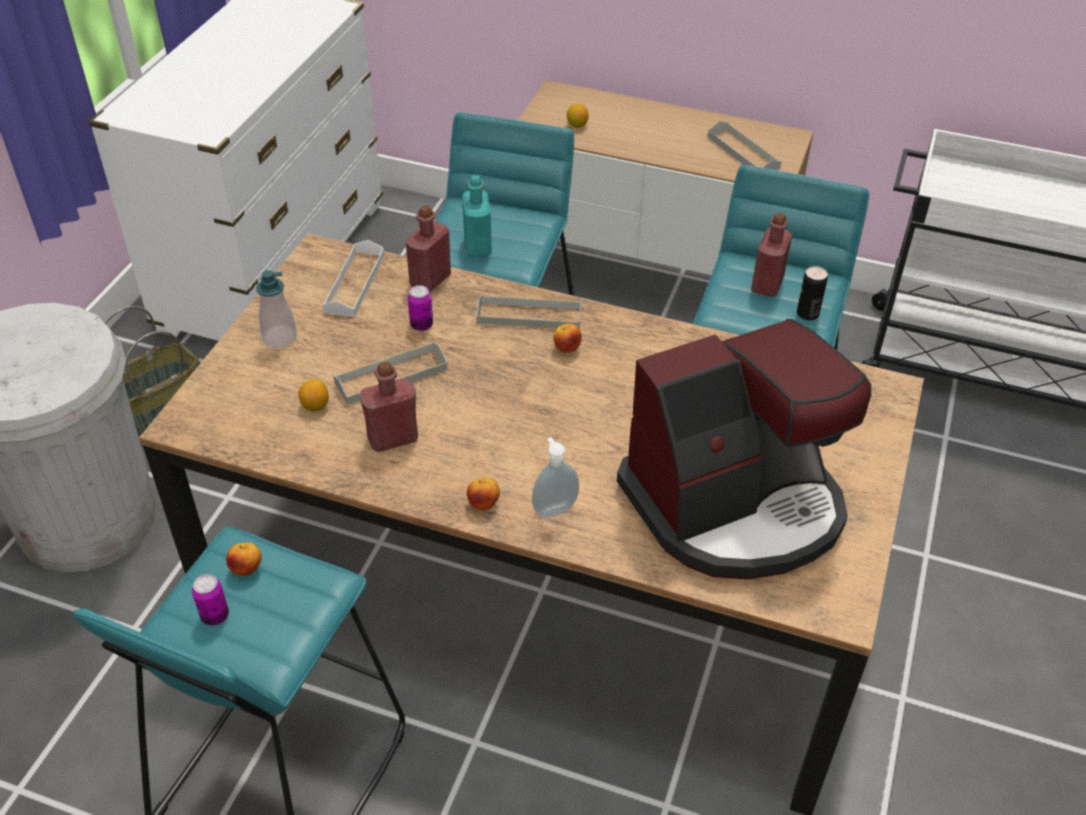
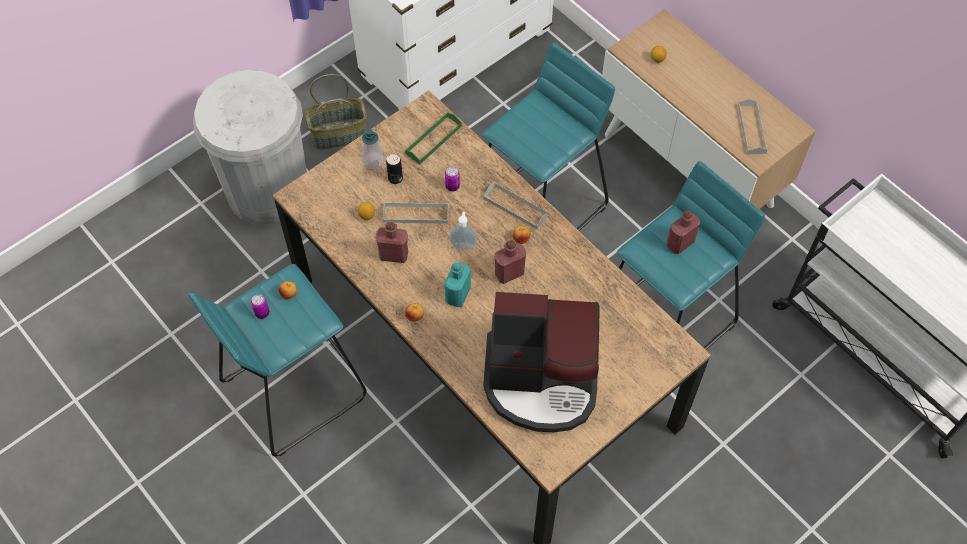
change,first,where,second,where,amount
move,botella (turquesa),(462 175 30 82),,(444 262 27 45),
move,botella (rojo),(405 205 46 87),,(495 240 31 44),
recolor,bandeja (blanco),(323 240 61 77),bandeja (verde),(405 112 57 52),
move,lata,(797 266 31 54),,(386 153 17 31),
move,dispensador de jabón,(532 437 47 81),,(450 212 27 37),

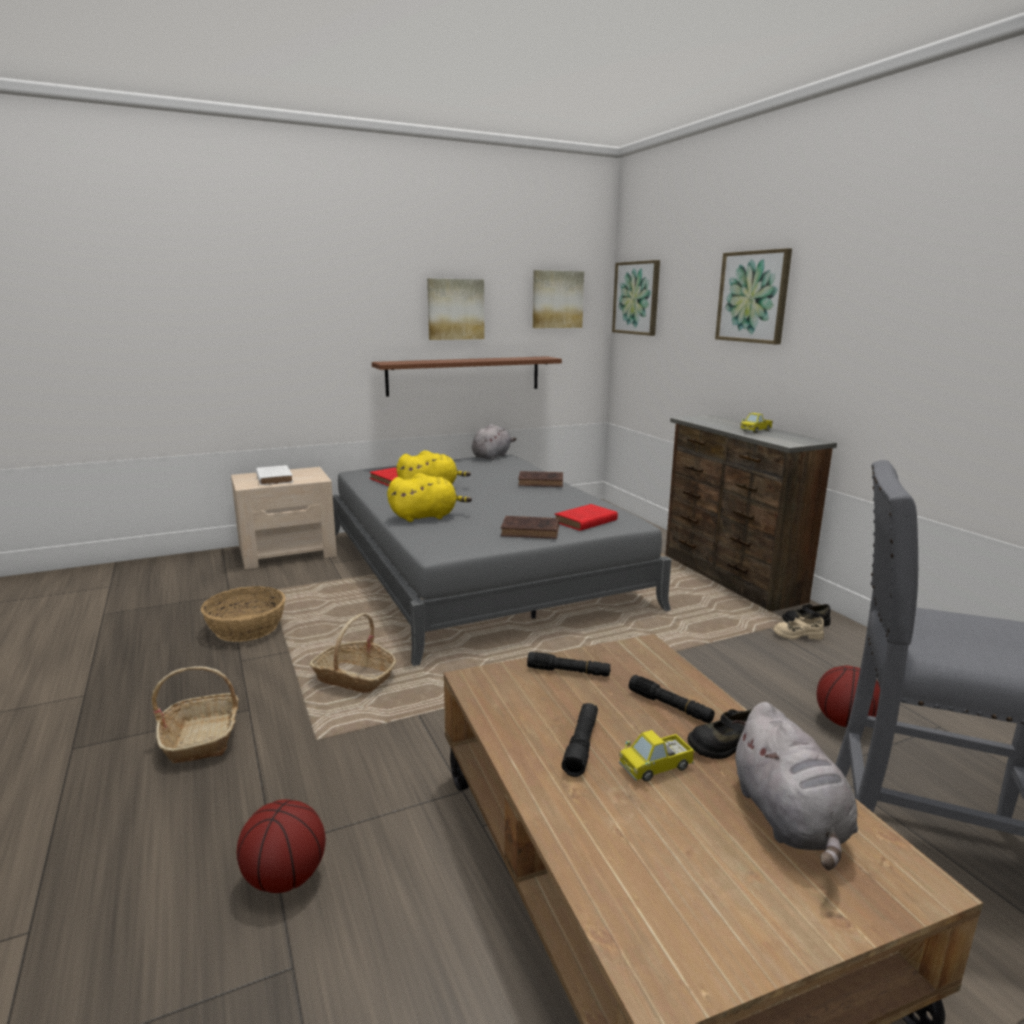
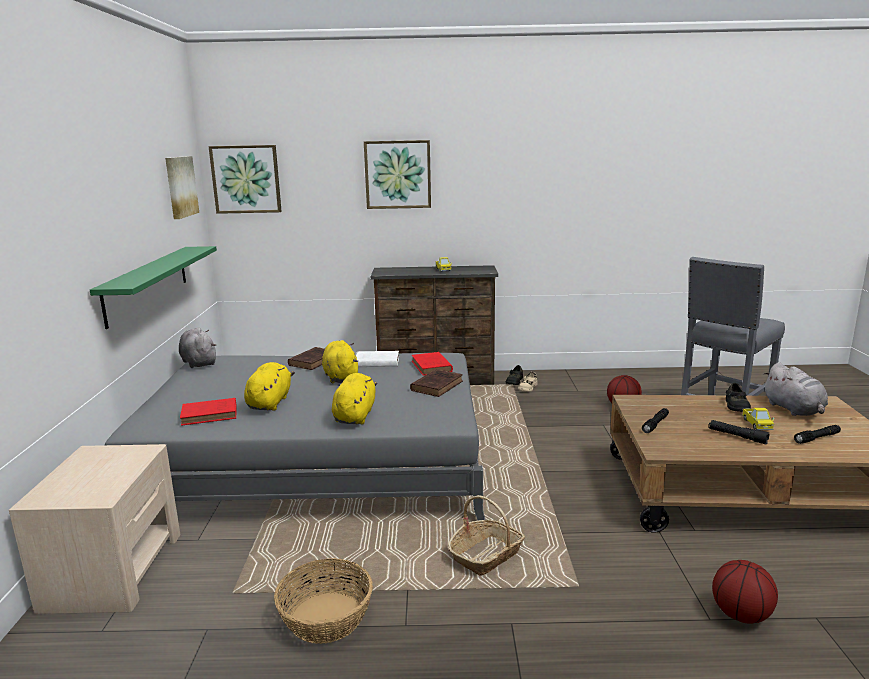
change,first,where,second,where,amount
delete,cuadro,(427 279 57 61),,,
recolor,estante (marrón),(372 356 190 41),estante (verde),(90 246 127 83),
move,libro (blanco),(256 465 37 20),,(356 351 43 16),
delete,cesta,(152 666 87 97),,,
move,linterna (negro),(629 675 86 48),,(794 425 47 19),
rotate,peluche (gris),(732 702 126 168),,(763 362 65 54),60 degrees clockwise
insert,,,peluche (amarillo),(322 340 36 44),

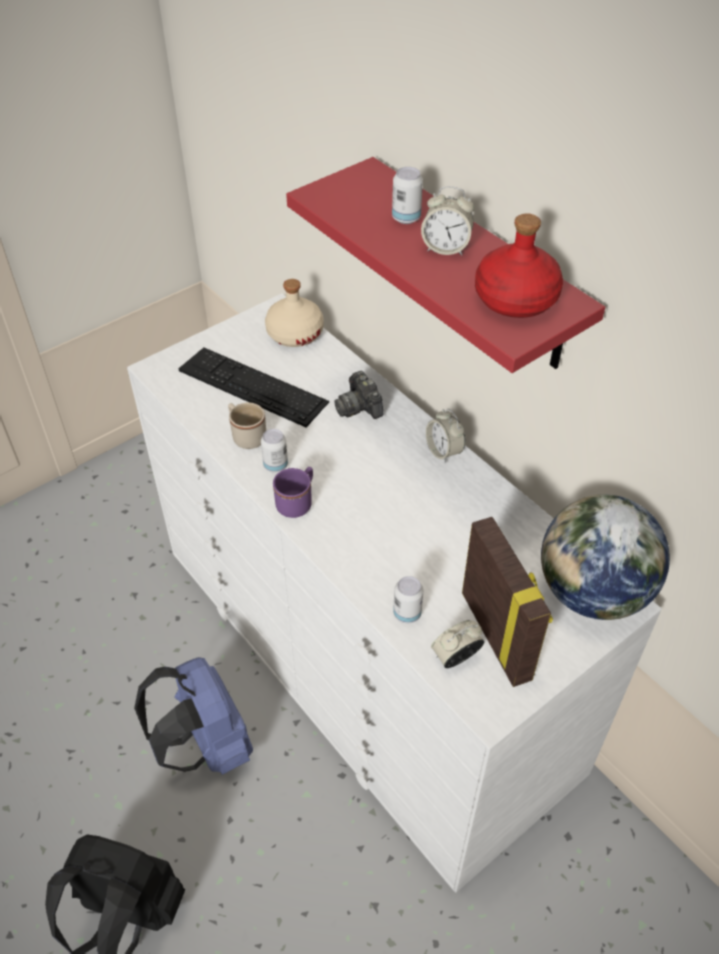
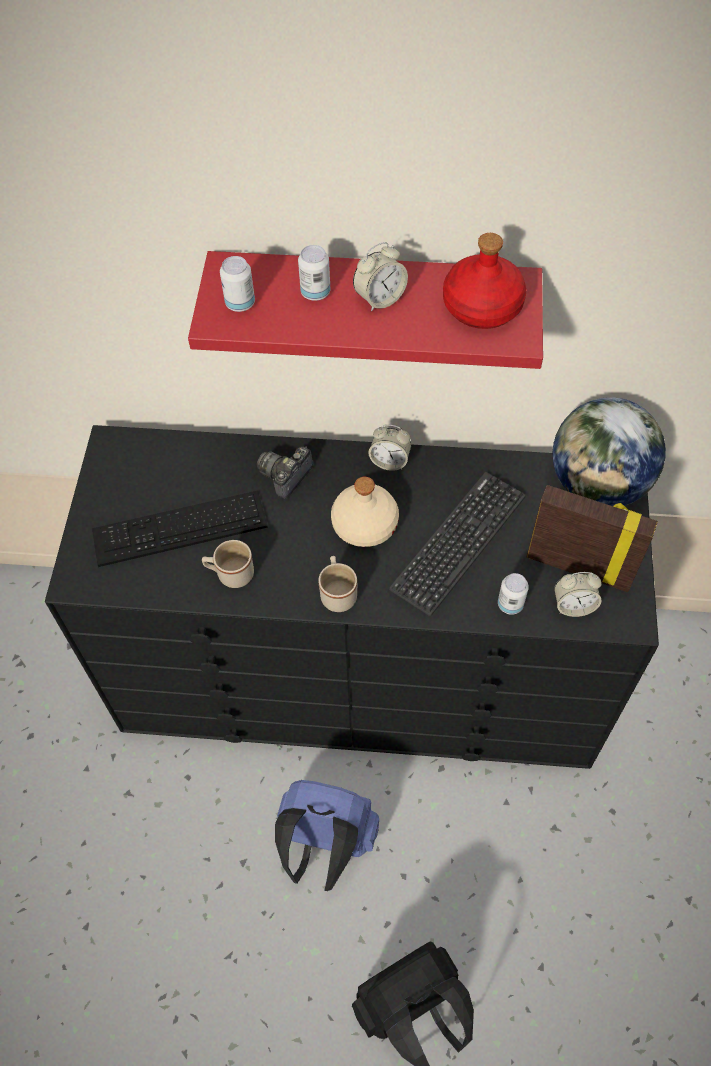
change,first,where,second,where,amount
move,botella (beis),(265 279 59 68),,(331 477 68 70),
recolor,cómoda (blanco),(127 293 535 600),cómoda (negro),(45 425 614 344),
rotate,cámara,(334 371 49 48),,(257 446 56 53),105 degrees clockwise
move,lata,(261 429 27 44),,(220 256 35 56),
recolor,taza grande (morado),(273 467 40 51),taza grande (beis),(318 556 39 56),
rotate,despertador,(431 620 53 48),,(554 572 48 45),105 degrees counterclockwise
insert,,,teclado,(389 472 137 144),

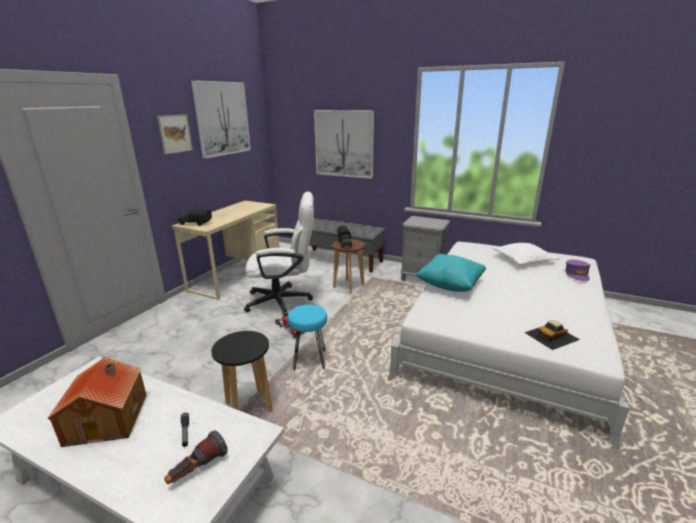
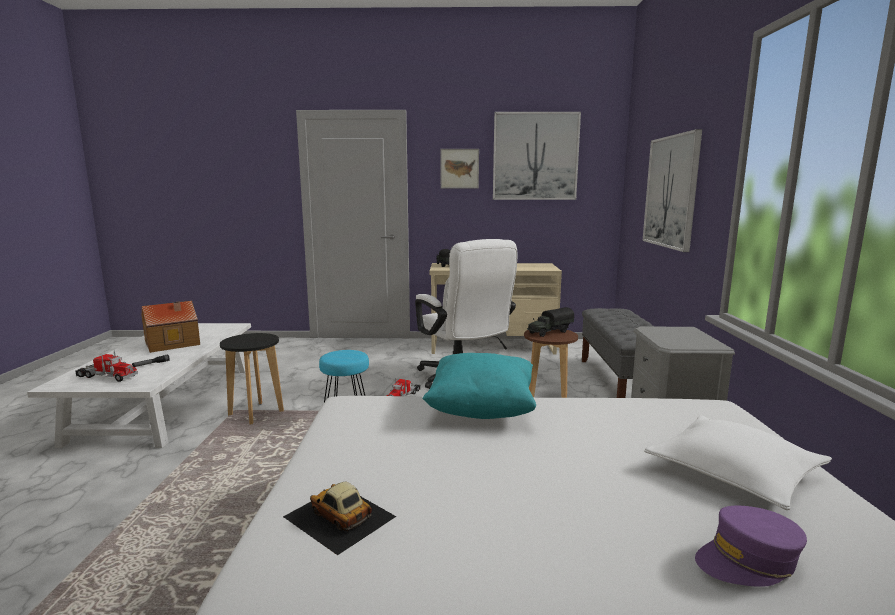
change,first,where,second,where,amount
replace,linterna,(164 430 64 54),camión de juguete,(75 350 63 32),

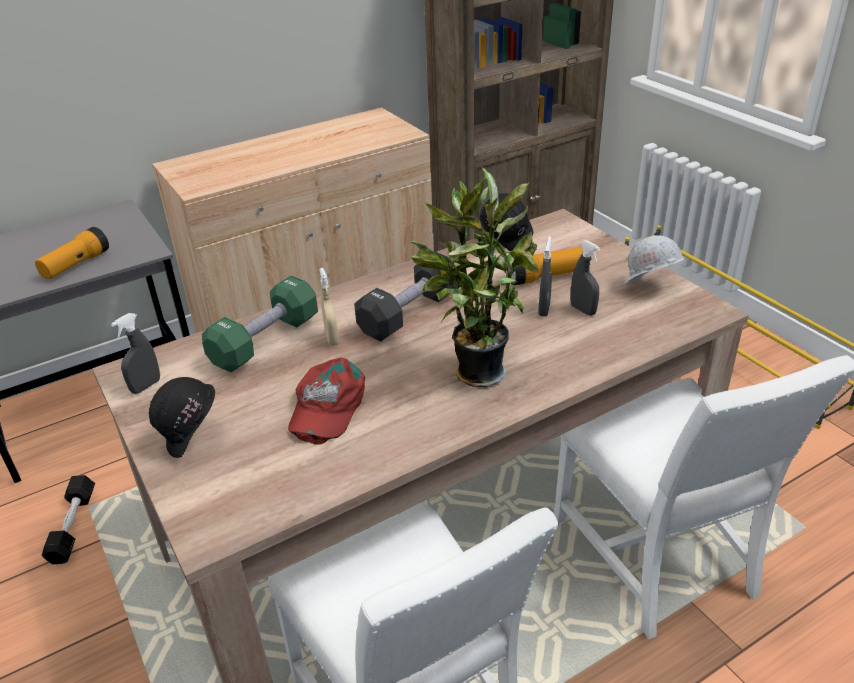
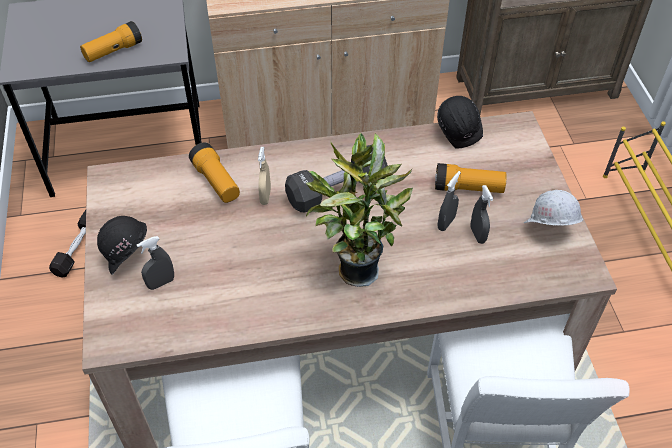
change,first,where,second,where,amount
replace,mancuerna (verde),(202 276 116 96),linterna,(189 142 51 61),
move,pulverizador (gris),(111 313 49 81),,(136 236 38 54),
delete,gorra (rojo),(288 357 77 88),,,

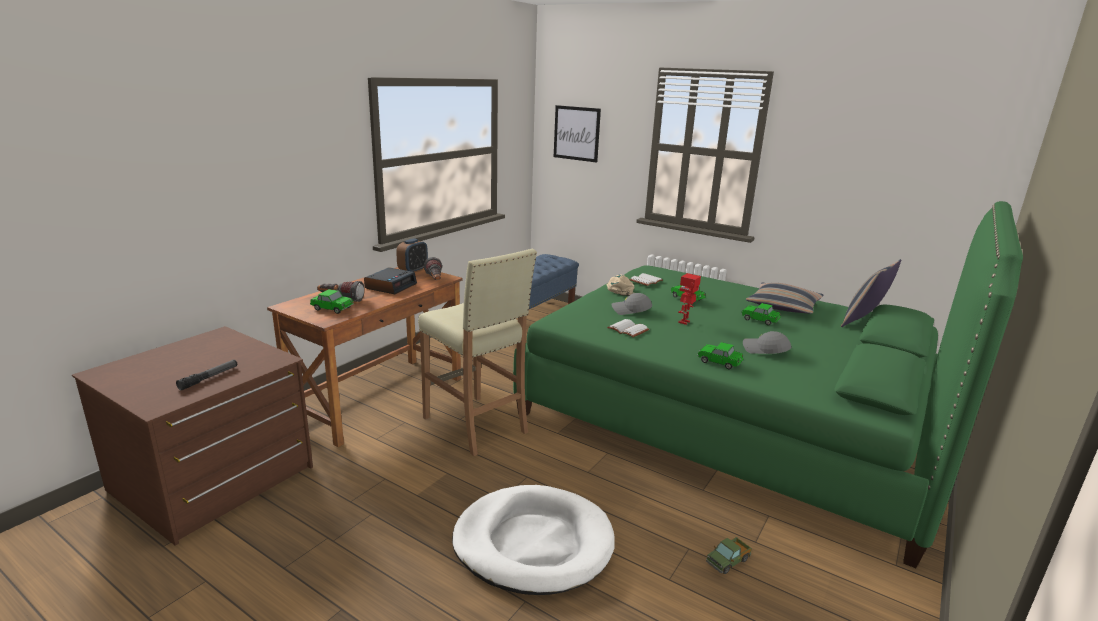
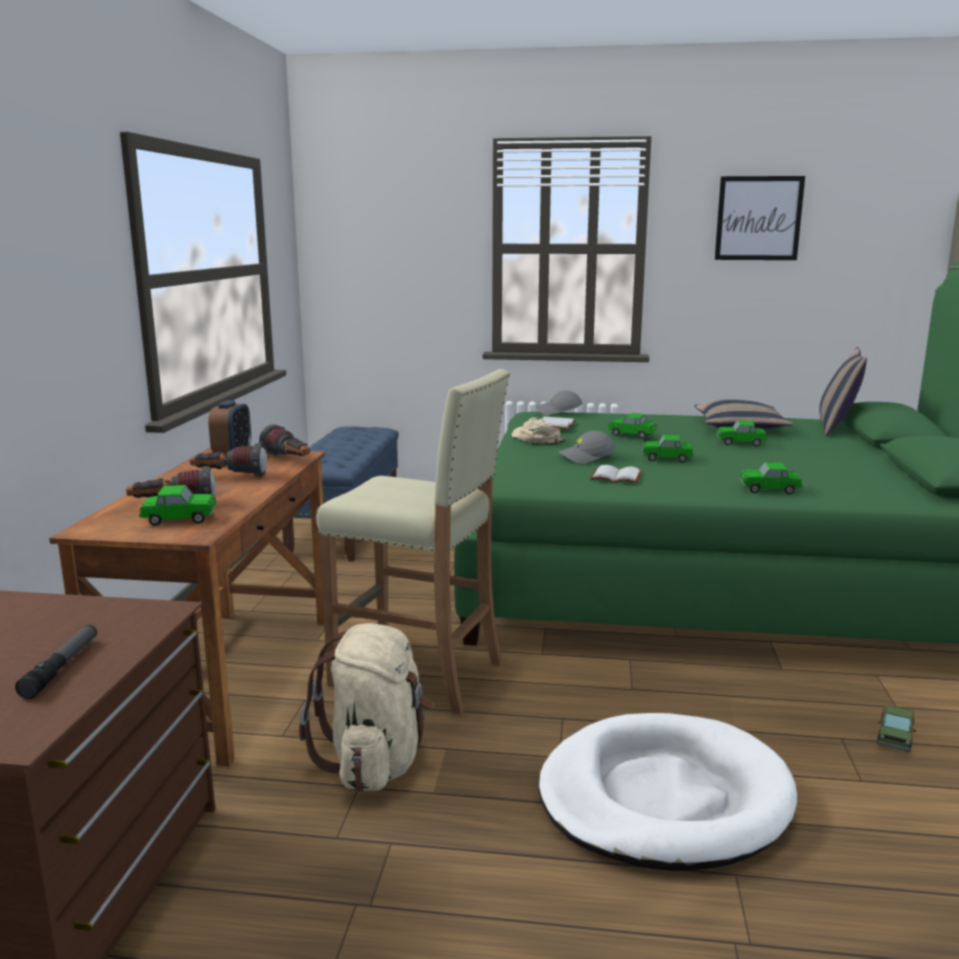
change,first,where,second,where,amount
move,cuadro,(554 105 47 58),,(715 176 90 84),
replace,despertador,(364 267 53 27),linterna,(190 443 77 34),
replace,robot de juguete,(678 273 23 52),coche de juguete,(642 435 51 28),
move,gorra (gris),(743 331 48 23),,(536 390 47 25),
insert,,,mochila (beis),(299 623 136 169),

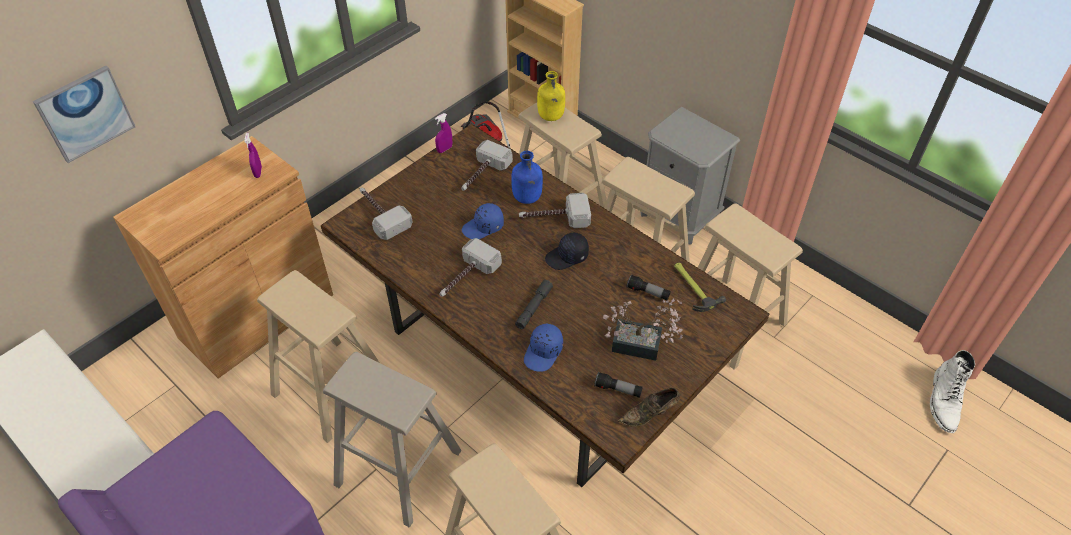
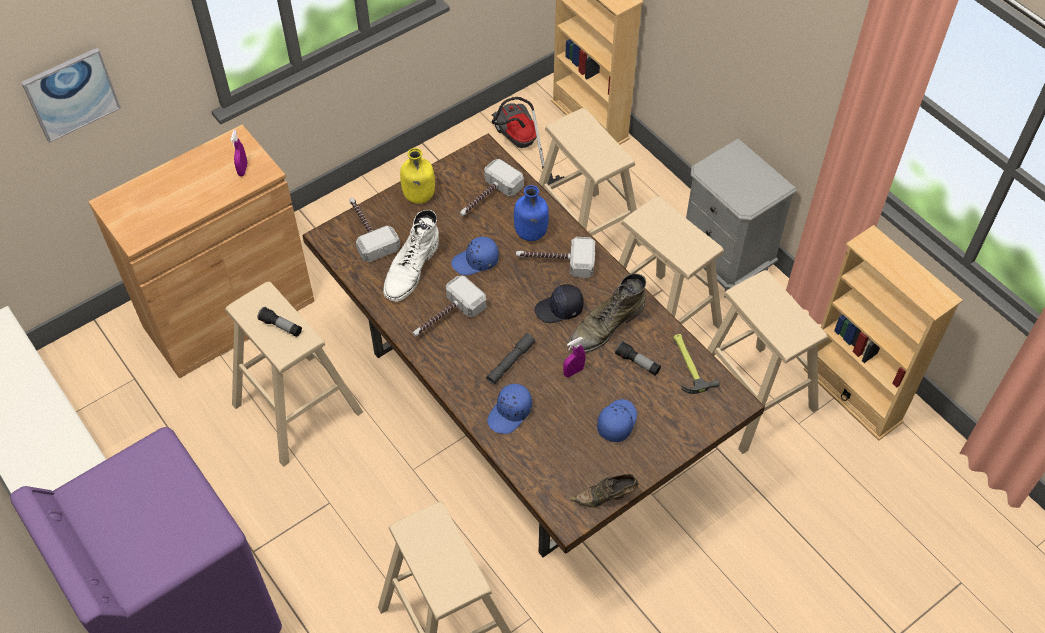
change,first,where,second,where,amount
move,botella (amarillo),(537 71 28 50),,(400 148 35 56),
move,pulverizador (morado),(435 113 17 40),,(563 337 22 40),
replace,planta en maceta,(603 298 80 63),gorra (azul),(597 399 40 43),
move,bota (blanco),(930 350 45 83),,(383 210 56 92),
delete,taburete (beis),(323 352 139 176),,,
move,linterna,(594 372 49 26),,(257 307 45 30),
insert,,,estantería (beis),(803 225 160 216),
insert,,,bota (verde),(568 274 78 79),

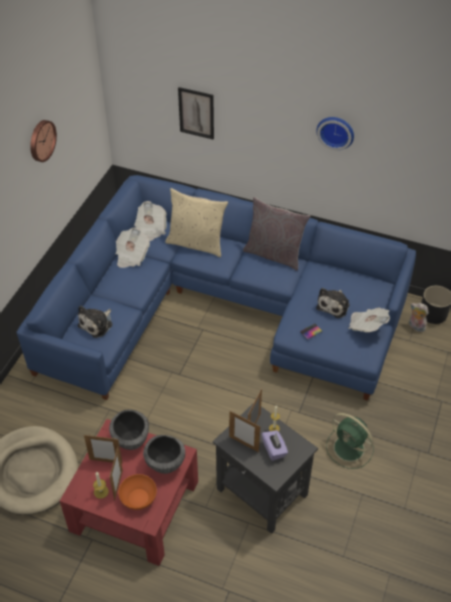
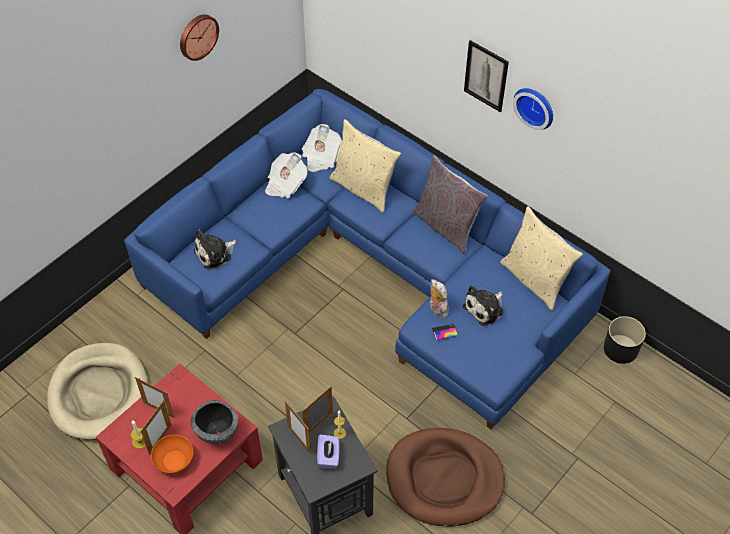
change,first,where,second,where,amount
move,cuadro,(178 87 36 53),,(464 40 45 72),
move,peluche,(409 303 20 29),,(430 279 19 40),
delete,periódico,(348 308 42 24),,,
delete,cuenco,(109 409 40 41),,,
replace,ventilador (verde),(326 413 48 56),cama para perro (marrón),(386 428 119 99),
insert,,,cojín (beis),(500 206 83 105),

